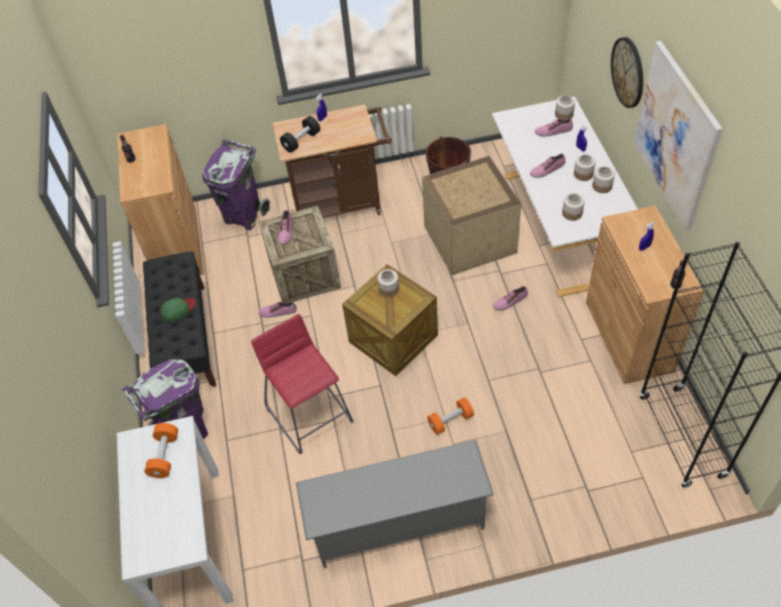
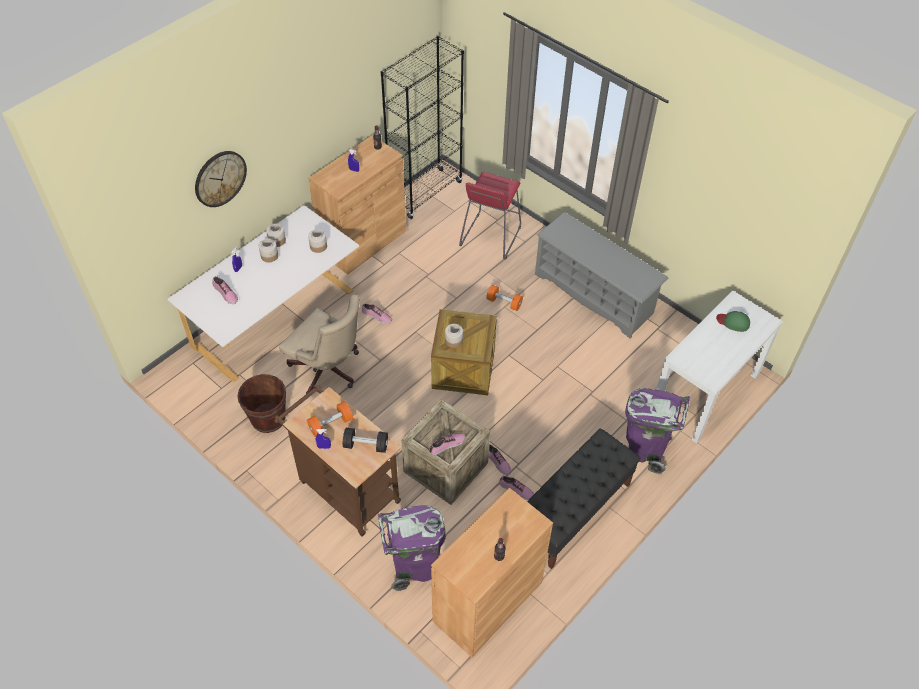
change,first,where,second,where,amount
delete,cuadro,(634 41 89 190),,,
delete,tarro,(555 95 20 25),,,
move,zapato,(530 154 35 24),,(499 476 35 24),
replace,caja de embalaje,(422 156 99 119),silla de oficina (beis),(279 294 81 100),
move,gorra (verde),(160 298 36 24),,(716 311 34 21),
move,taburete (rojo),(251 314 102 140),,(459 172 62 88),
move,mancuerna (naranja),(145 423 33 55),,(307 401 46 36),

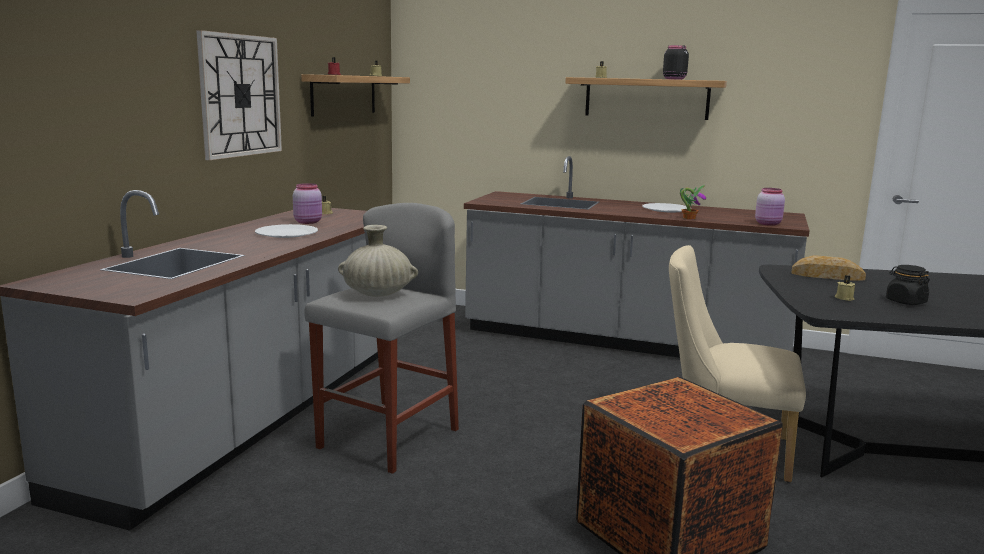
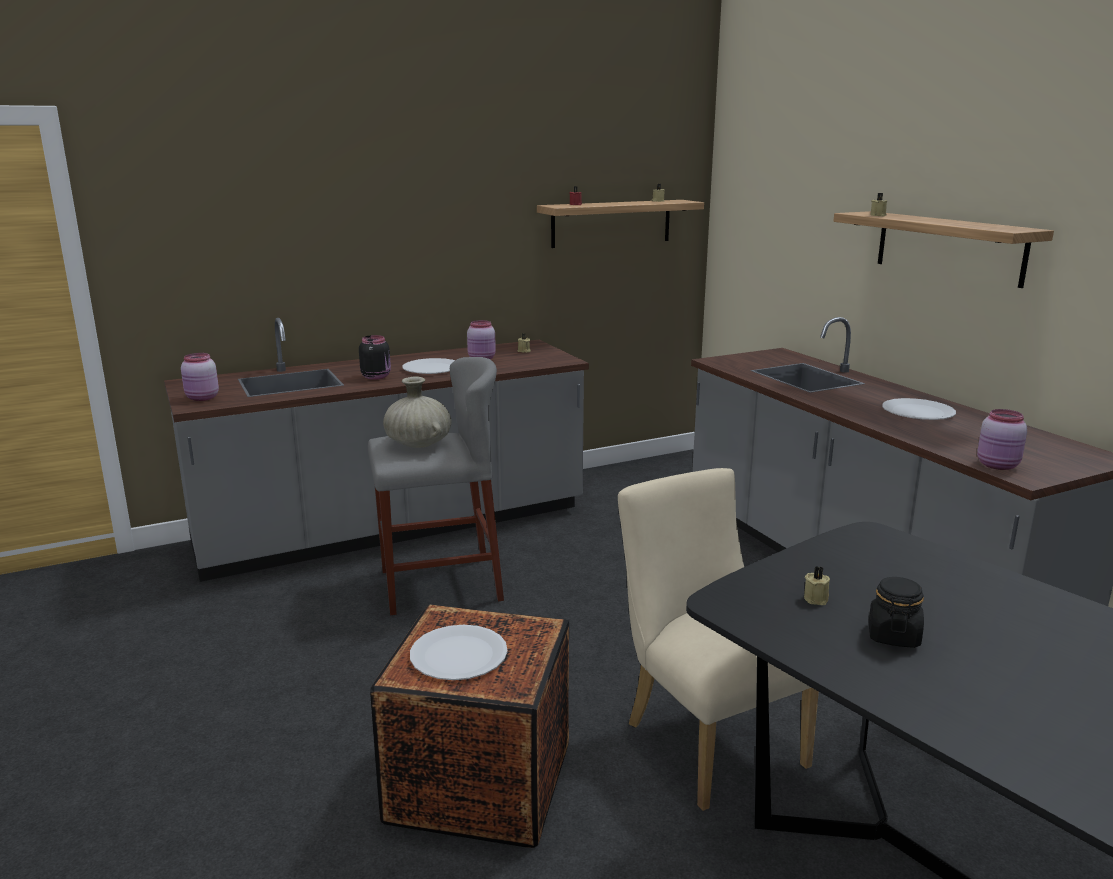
change,first,where,second,where,amount
delete,reloj de pared,(196 30 86 130),,,
move,tarro (negro),(663 45 26 35),,(359 335 32 45),
delete,planta en maceta,(680 185 26 34),,,
delete,pan,(791 255 75 26),,,
insert,,,tarro (rosa),(181 353 38 48),
insert,,,plato (blanco),(410 625 98 55),

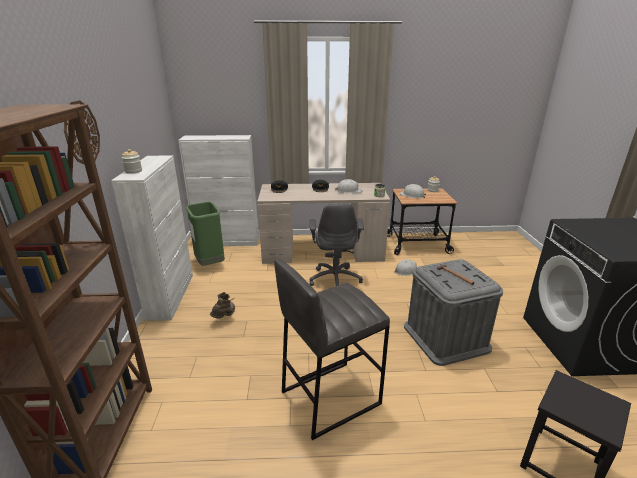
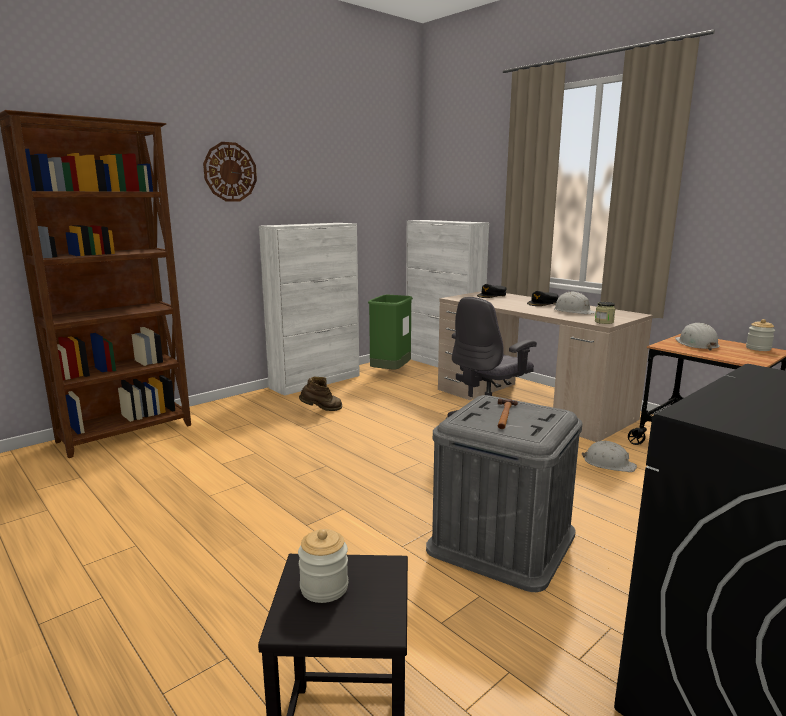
change,first,where,second,where,amount
move,tarro,(122 149 20 25),,(298 529 50 74),
delete,taburete (gris),(274 259 116 181),,,

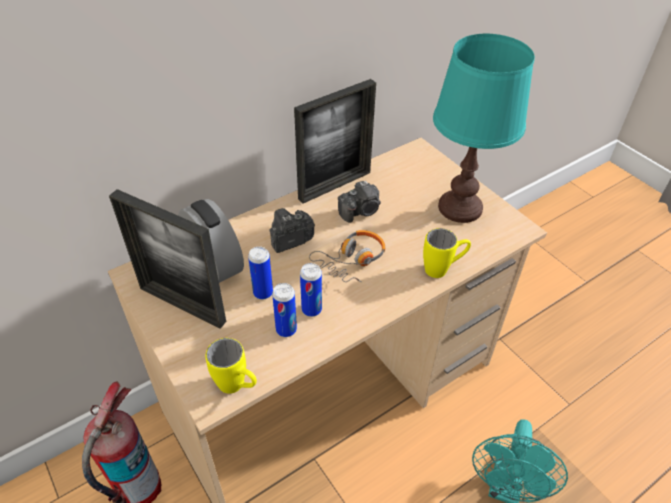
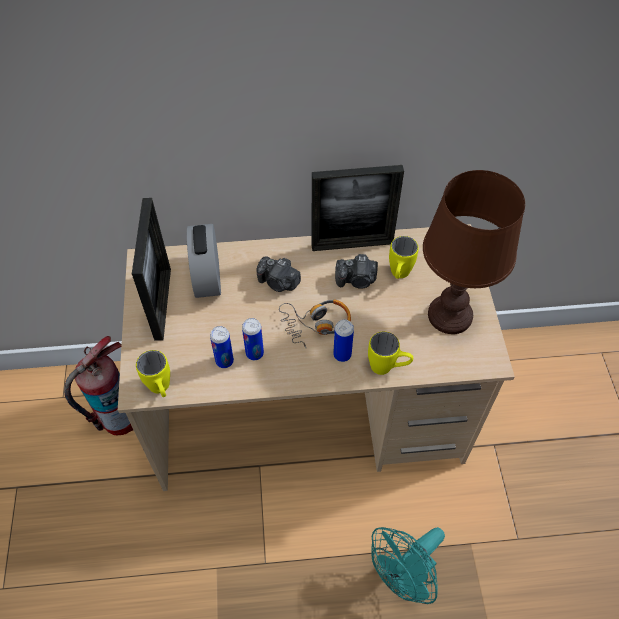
change,first,where,second,where,amount
recolor,lámpara de mesa (turquesa),(433 34 102 189),lámpara de mesa (marrón),(423 170 102 164),
rotate,portarretratos,(109 189 117 140),,(132 198 39 143),150 degrees counterclockwise
rotate,cámara,(269 208 46 45),,(257 256 44 36),150 degrees counterclockwise
move,lata,(248 246 25 54),,(333 319 21 43),
insert,,,taza grande (amarillo),(389 236 30 43),

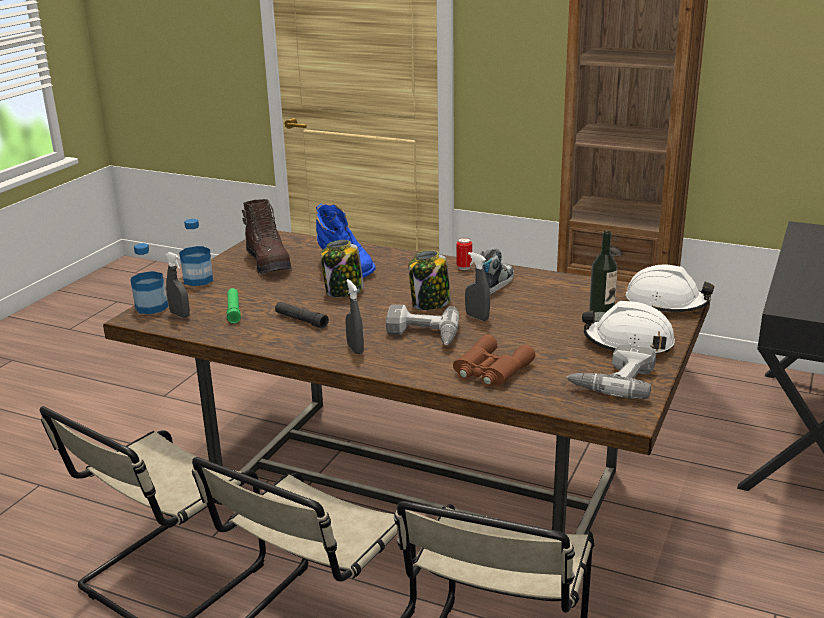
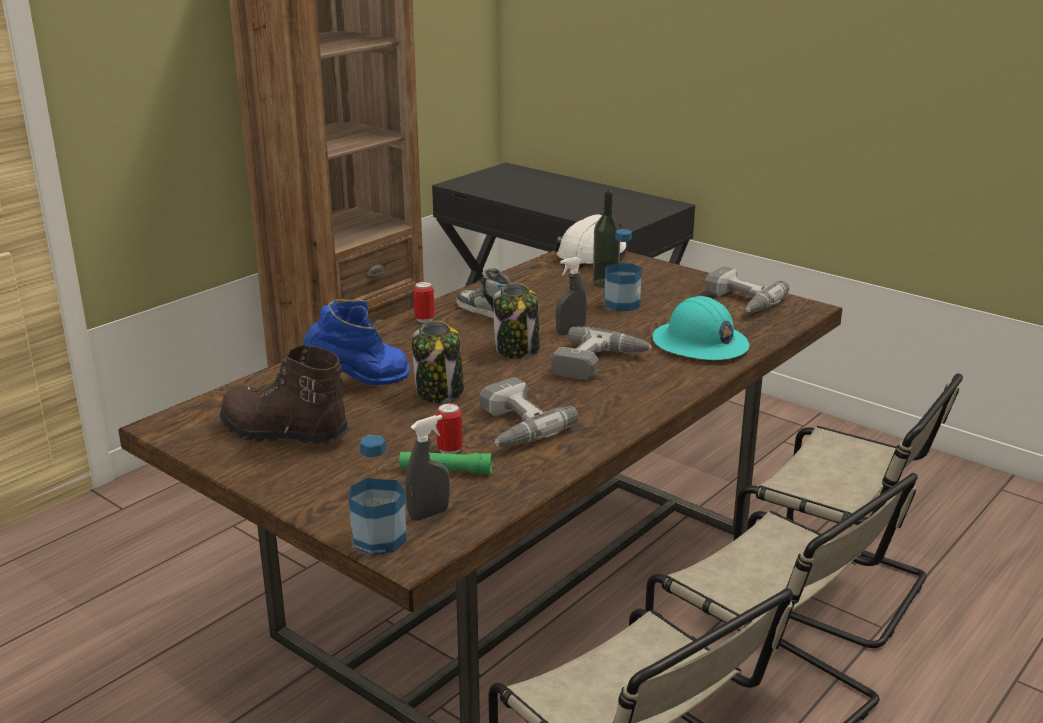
change,first,where,second,where,amount
rotate,bota (marrón),(242 199 50 75),,(220 345 129 99),150 degrees counterclockwise
move,botella,(179 219 34 67),,(605 229 37 82),
delete,pulverizador (gris),(346 279 18 75),,,
delete,casco (blanco),(582 301 93 52),,,
replace,linterna (negro),(275 302 54 27),taladro,(480 377 99 70),
replace,prismáticos (marrón),(453 335 82 52),casco (turquesa),(653 296 96 64),
insert,,,lata,(436 403 27 51),

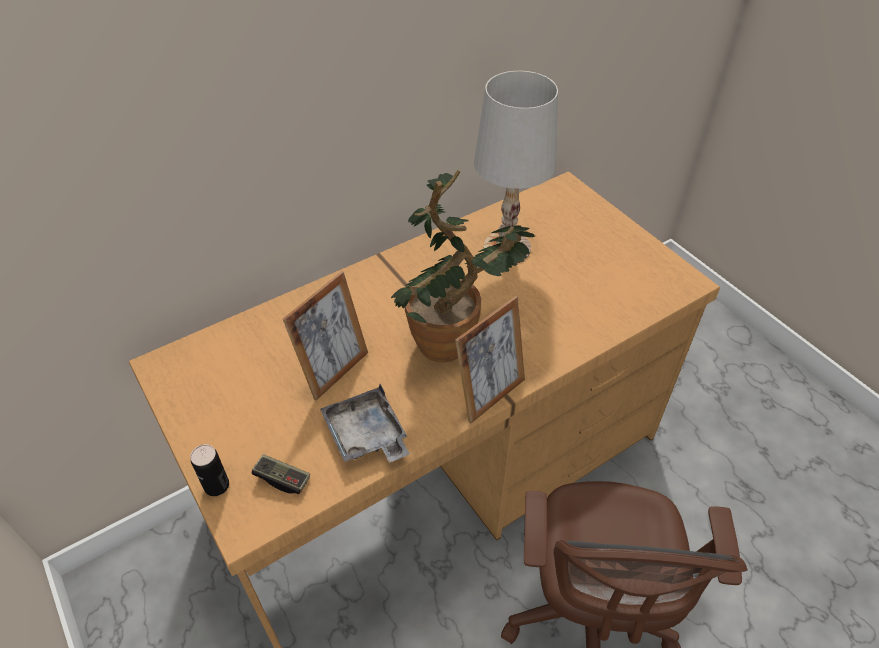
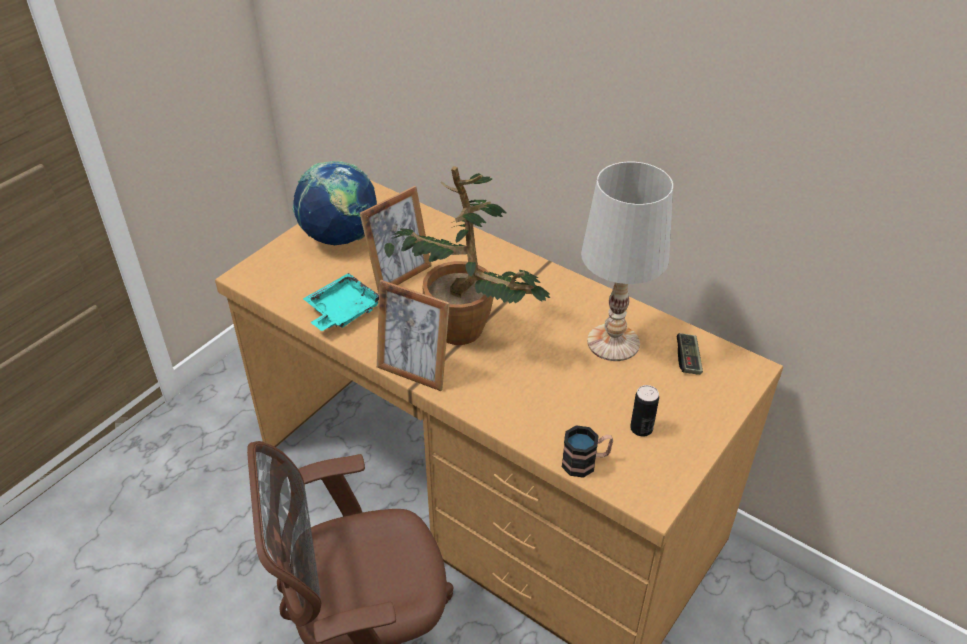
change,first,where,second,where,amount
rotate,portarretratos,(283 271 85 130),,(360 186 72 108),60 degrees counterclockwise
recolor,bandeja (gris),(320 384 90 79),bandeja (turquesa),(303 273 76 58),
move,lata,(190 444 39 52),,(630 385 29 52),
move,mando de consola,(252 454 58 40),,(677 333 26 42),
insert,,,globo terráqueo,(292 161 85 84),
insert,,,taza grande,(562 425 51 53),

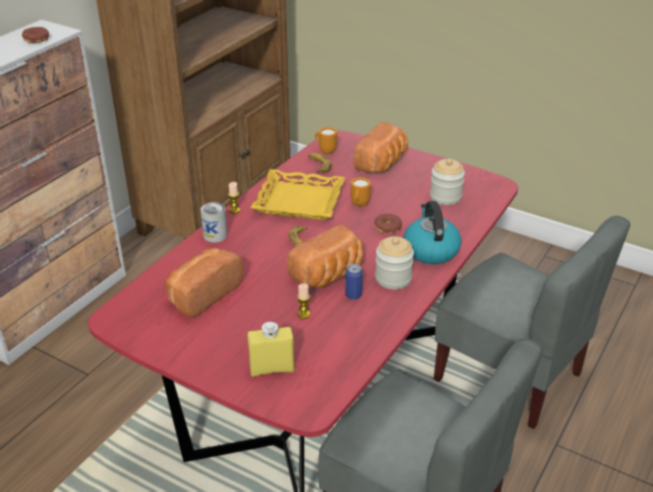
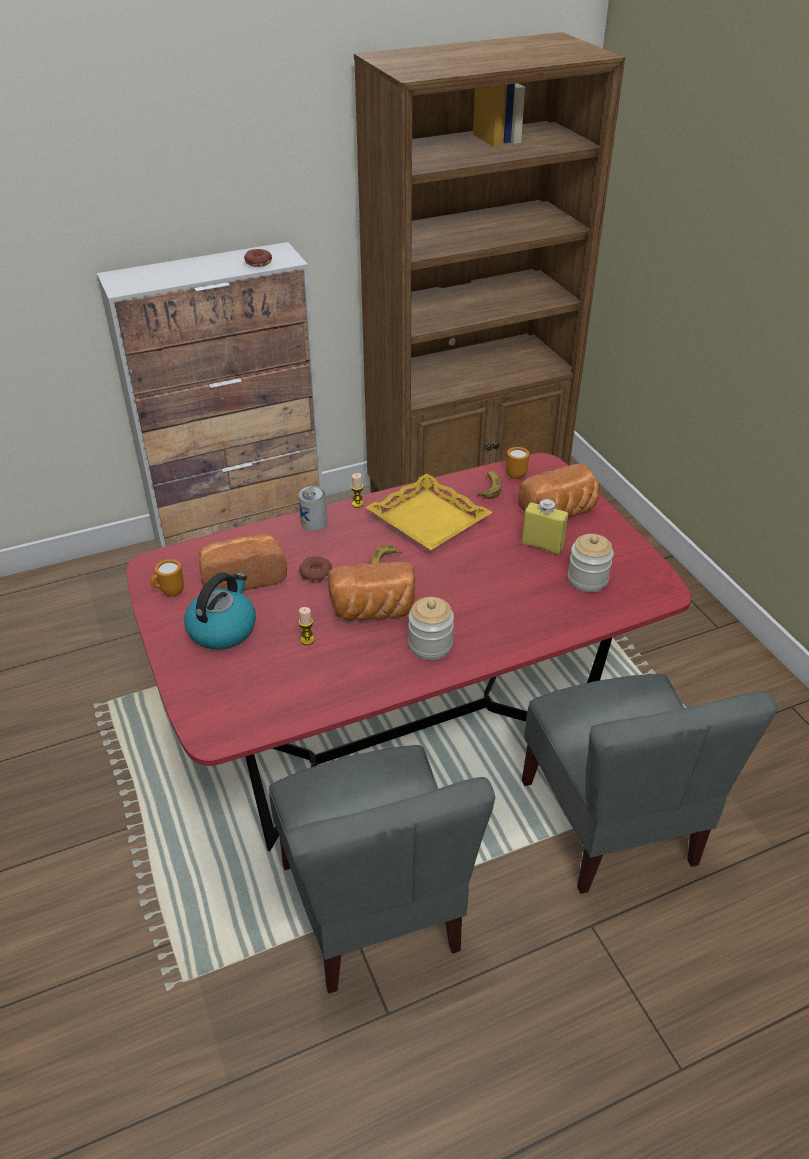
change,first,where,second,where,amount
move,taza grande (naranja),(351 177 20 29),,(150 559 34 38),
move,hervidor,(403 201 59 63),,(184 573 72 77),
move,rosquilla,(374 214 28 19),,(299 556 33 27),
delete,lata,(345 264 18 36),,,
move,botella (amarillo),(247 322 48 55),,(521 499 47 56),

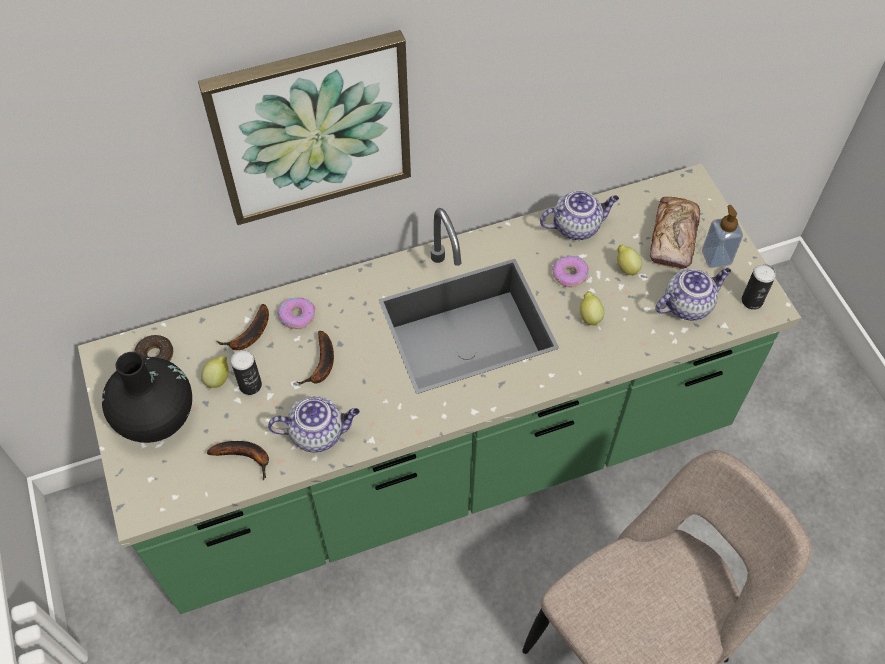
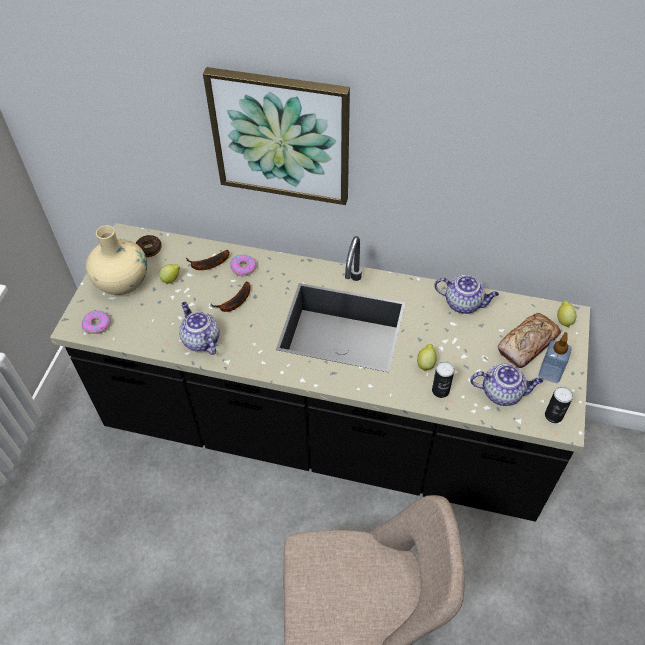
change,first,where,second,where,amount
recolor,mueble bajo de cocina (verde),(78 163 723 451),mueble bajo de cocina (negro),(50 223 540 299),
move,limón,(617 245 25 30),,(557 300 19 27),
move,rosquilla,(552 255 37 32),,(82 310 29 24),
move,lata,(231 350 31 45),,(432 361 22 37),
recolor,florero (negro),(102 352 90 91),florero (beis),(86 225 61 70),
rotate,tetera,(268 396 92 57),,(179 302 41 53),150 degrees counterclockwise
delete,plátano,(207 441 62 39),,,

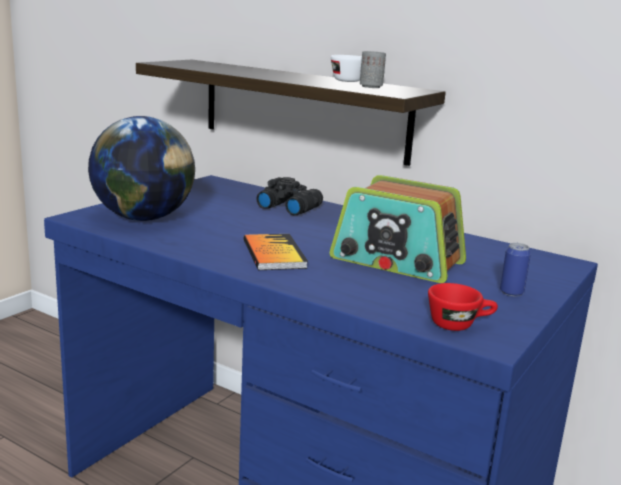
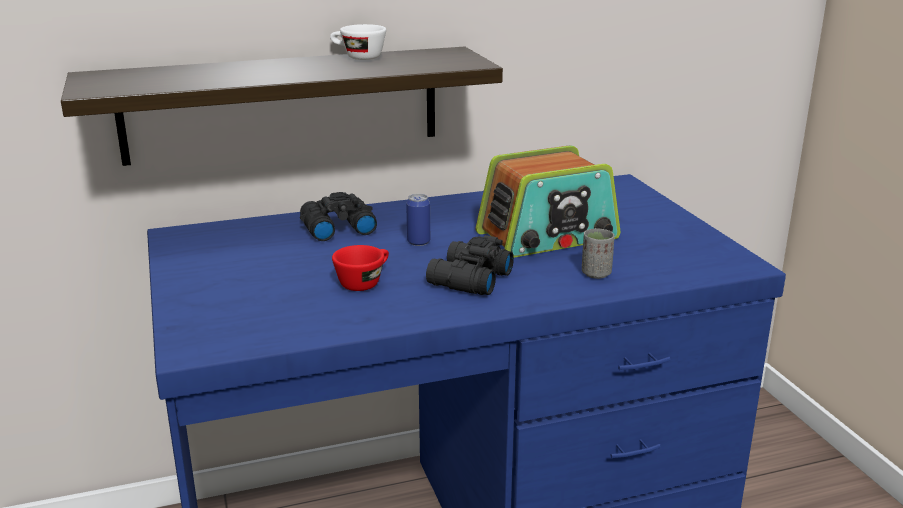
change,first,where,second,where,amount
move,taza (gris),(360 51 26 37),,(582 228 33 51),
delete,globo terráqueo,(88 116 107 105),,,
replace,libro,(243 234 65 36),prismáticos (negro),(426 235 88 60),
move,lata,(500 243 31 53),,(406 194 24 52),
move,taza (rojo),(428 283 70 48),,(332 245 57 46),

